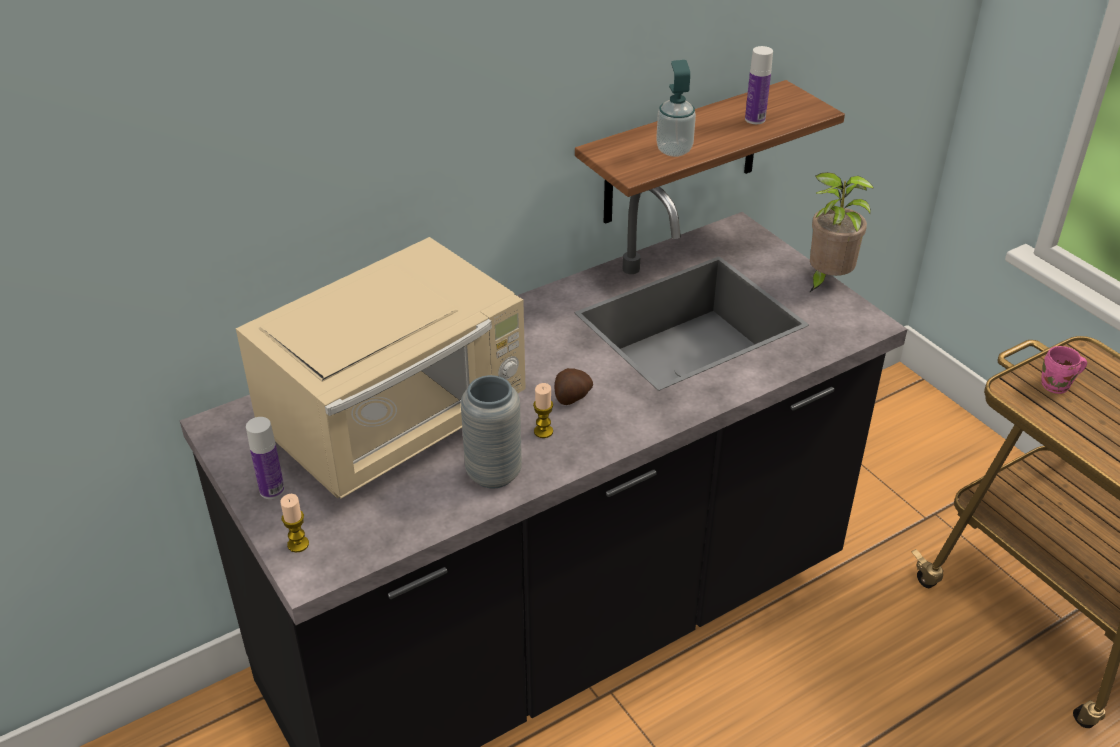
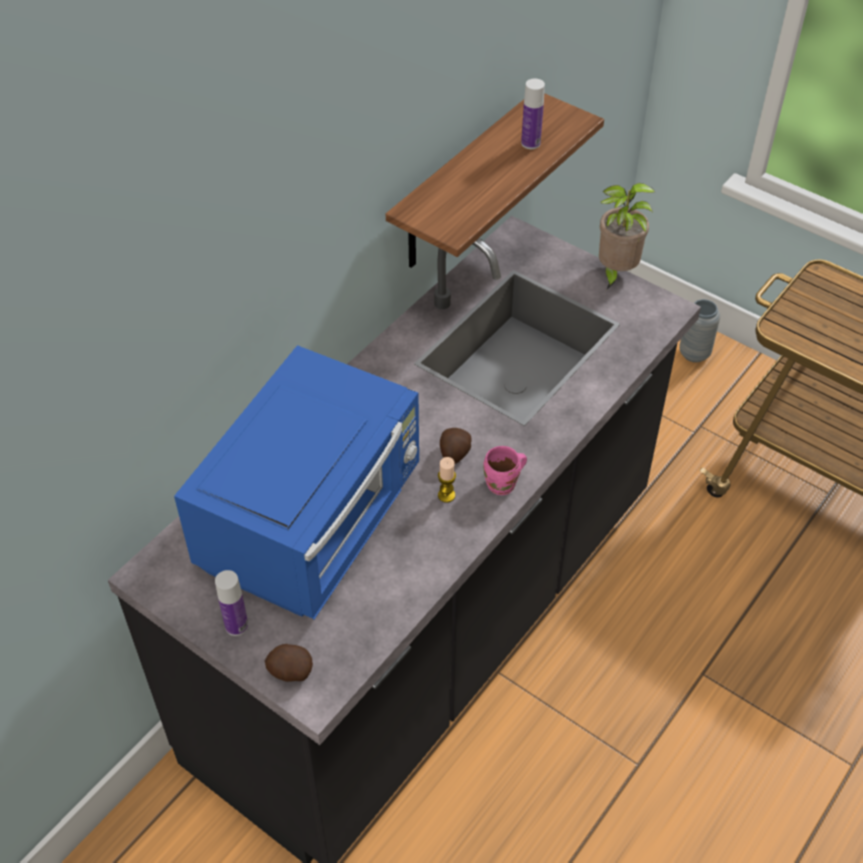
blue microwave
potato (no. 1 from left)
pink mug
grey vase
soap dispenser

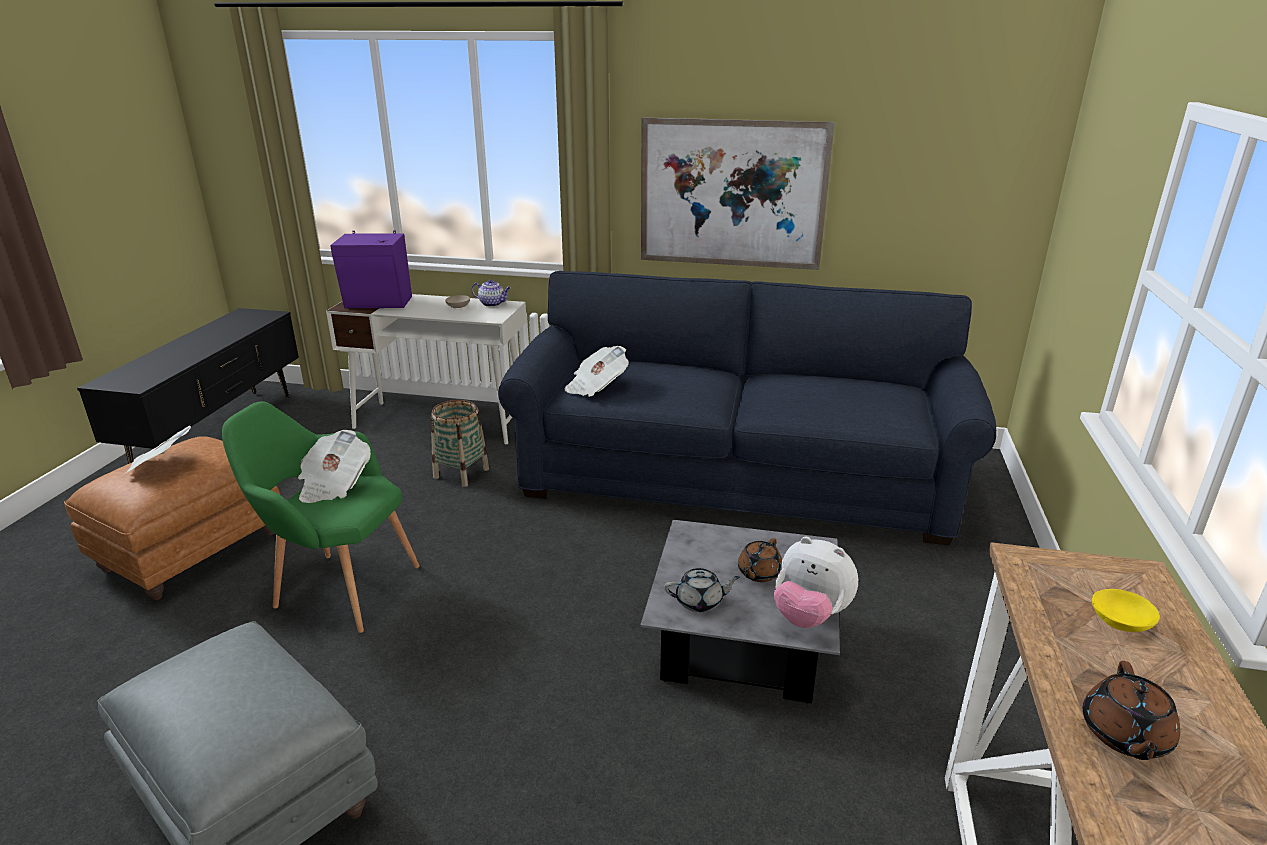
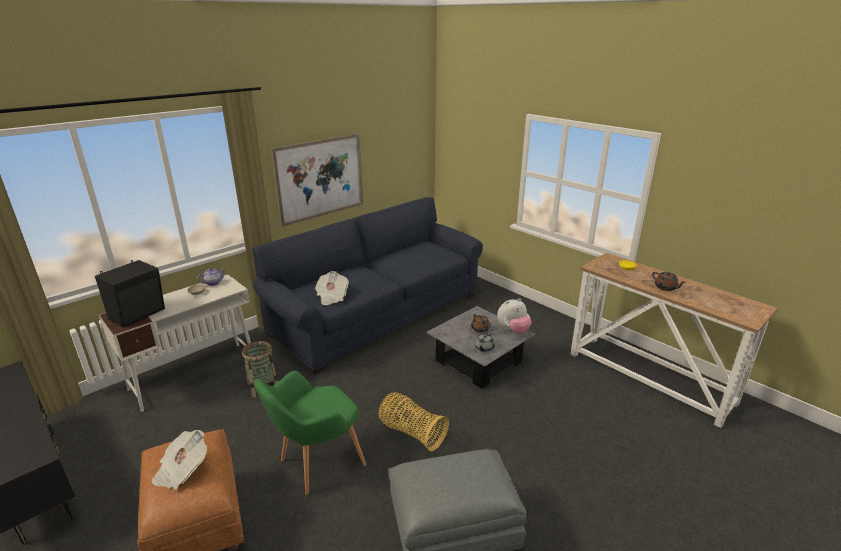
black speaker
basket (no. 2 from left)
newspaper (no. 2 from left in the first image)

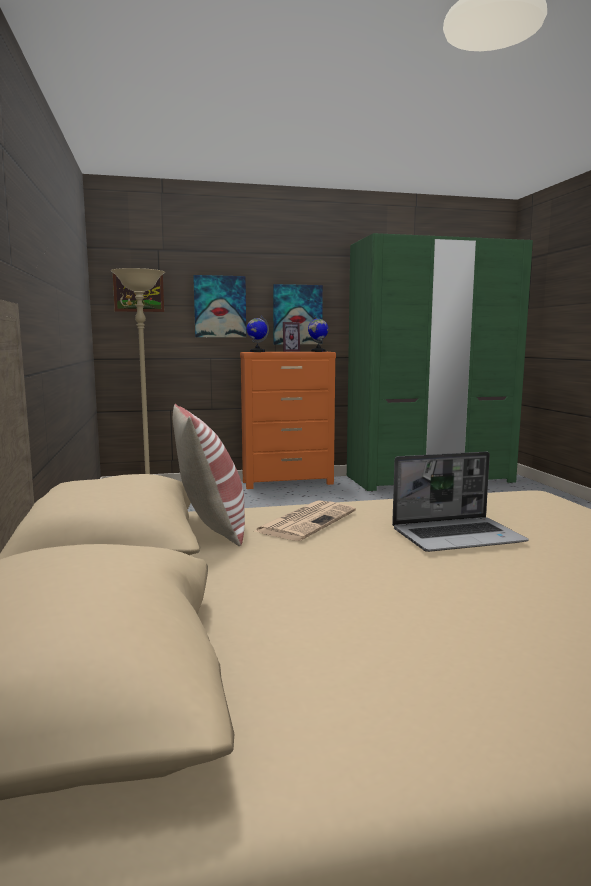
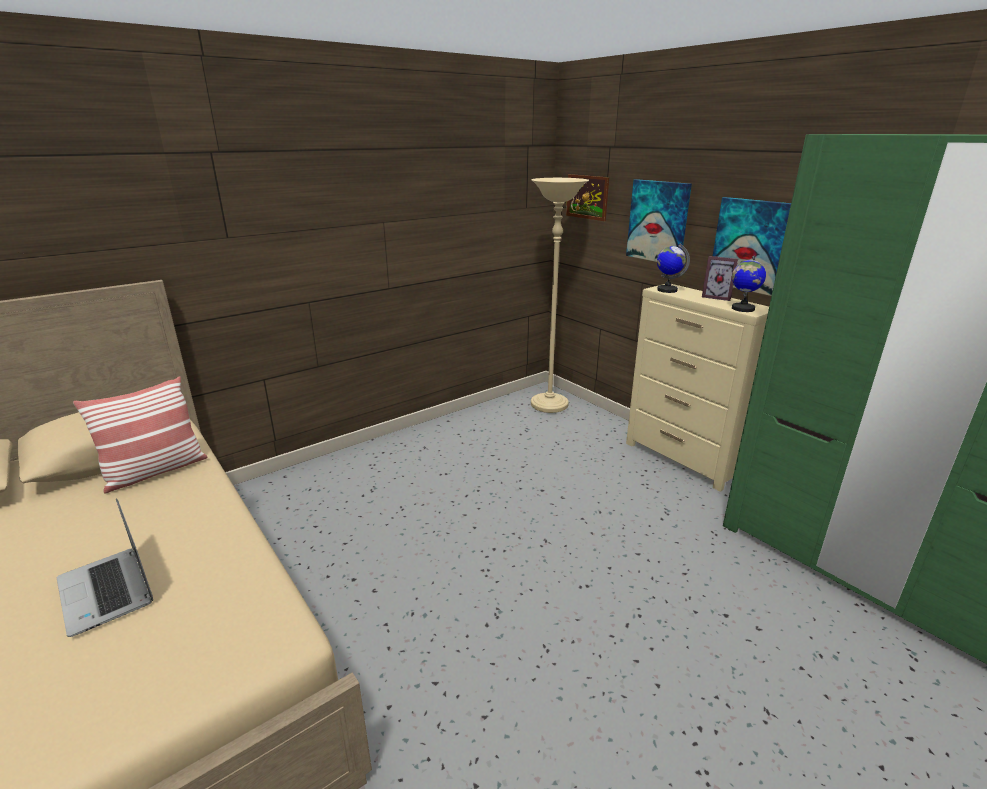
beige dresser
newspaper

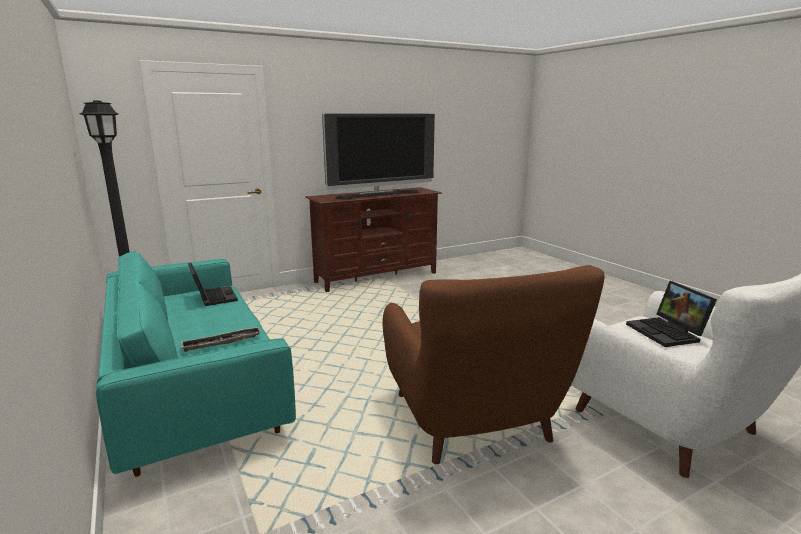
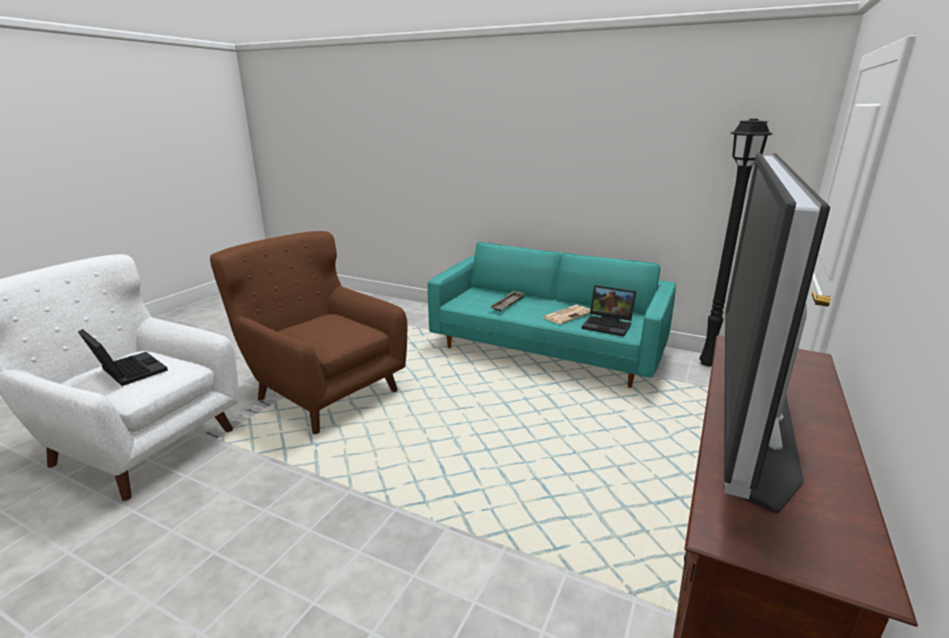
newspaper

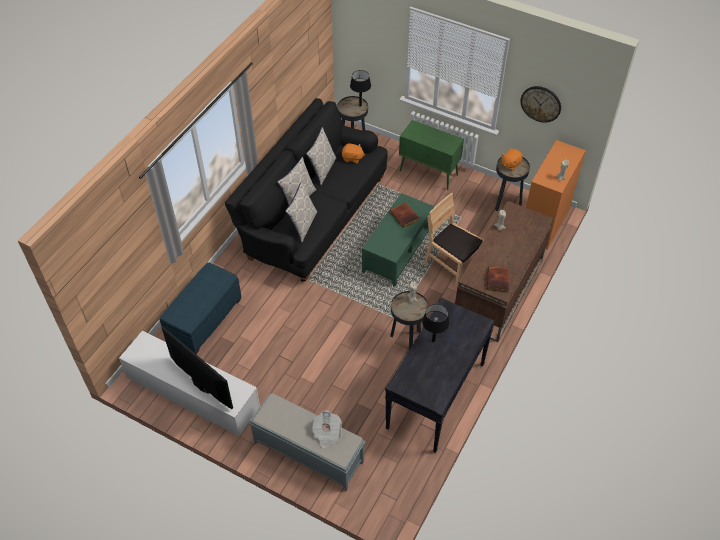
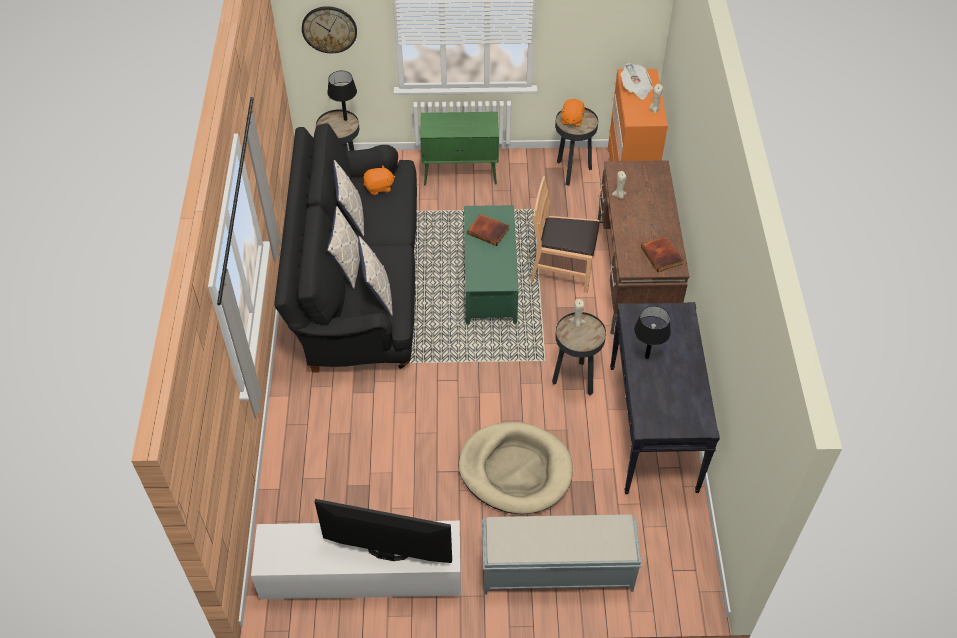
wall clock
beige dog bed
newspaper
blue ottoman

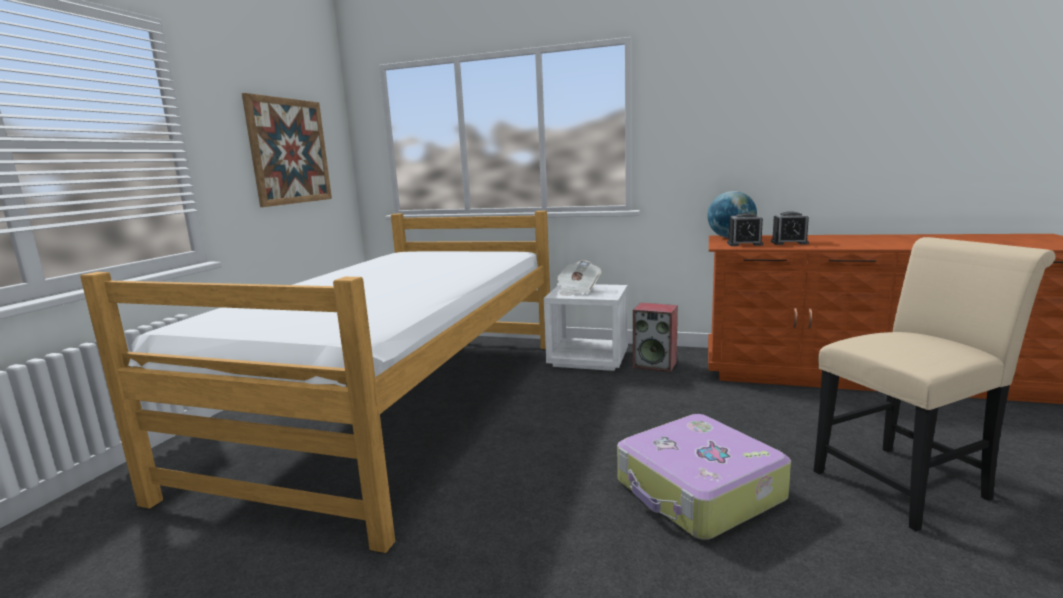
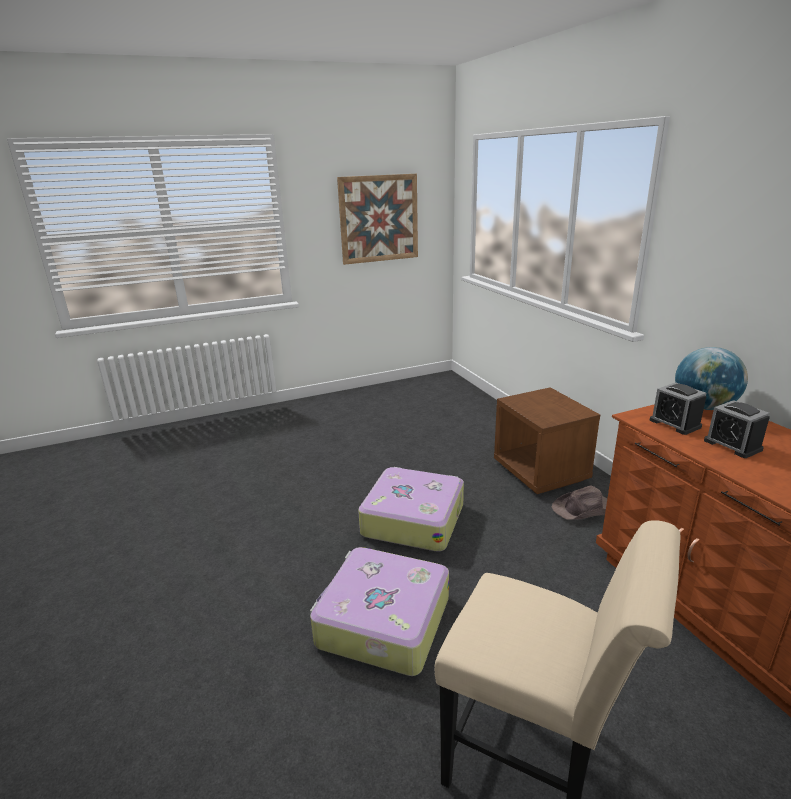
suitcase (no. 2 from left)
brown nightstand
brown hat
bed
newspaper

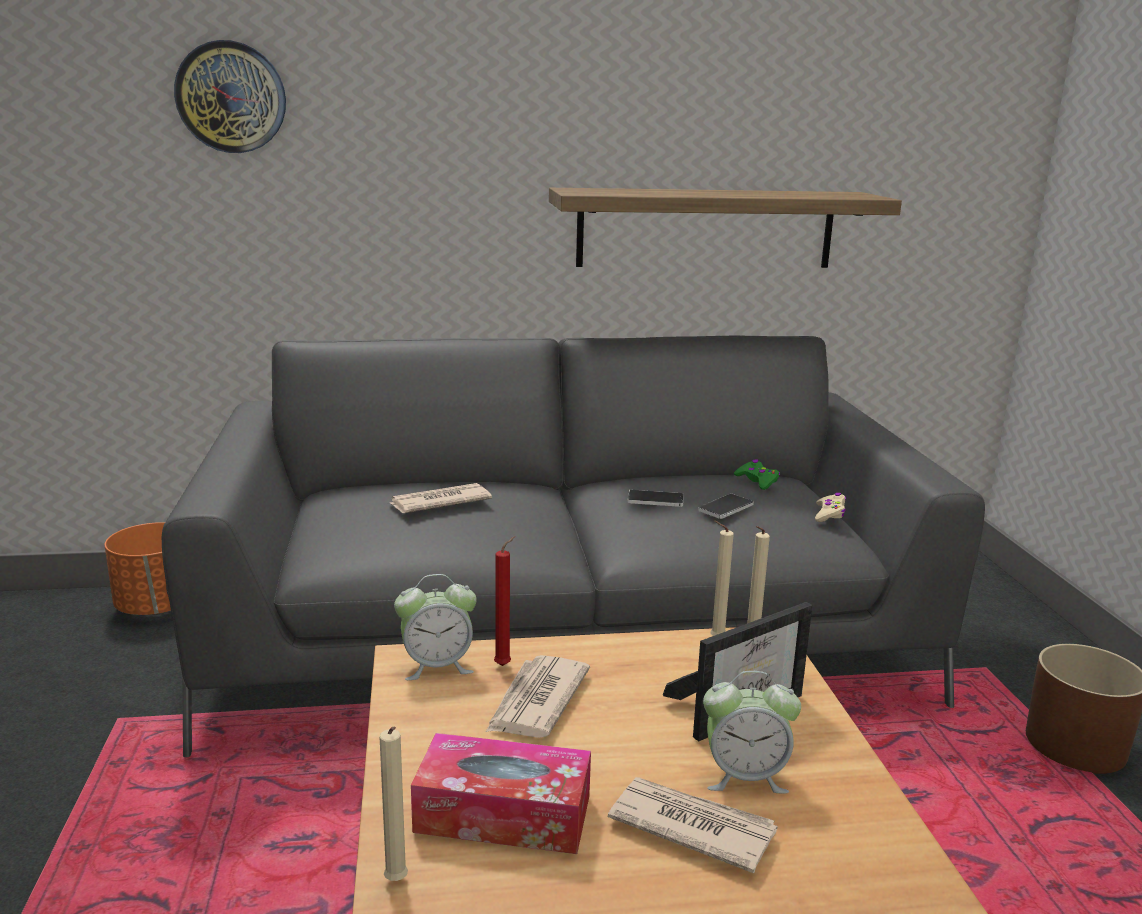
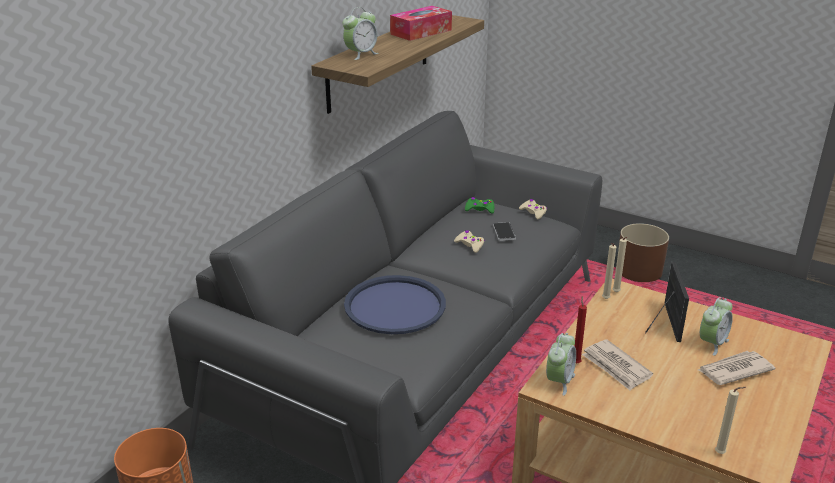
alarm clock (no. 1 from left)
blue tray
tissue box
beige game controller (no. 1 from left)
wall clock

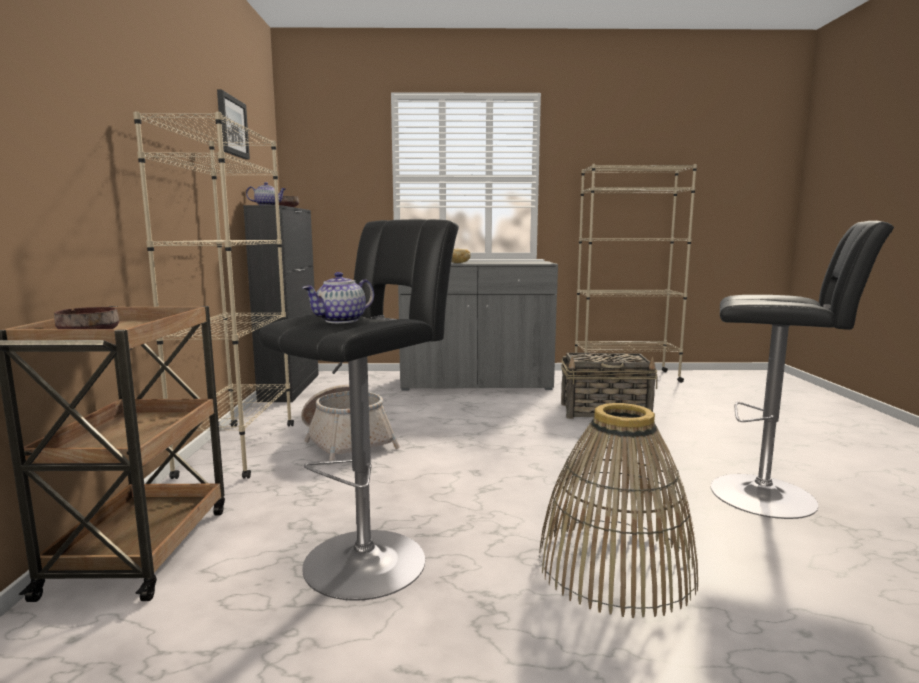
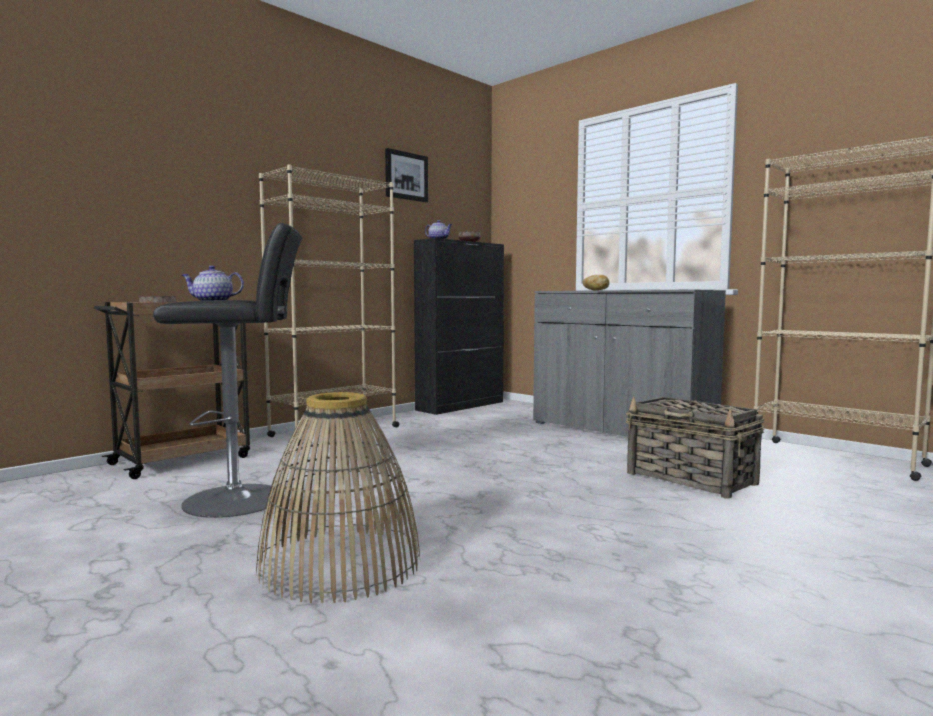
basket (no. 1 from left in the first image)
black stool (no. 2 from left in the first image)

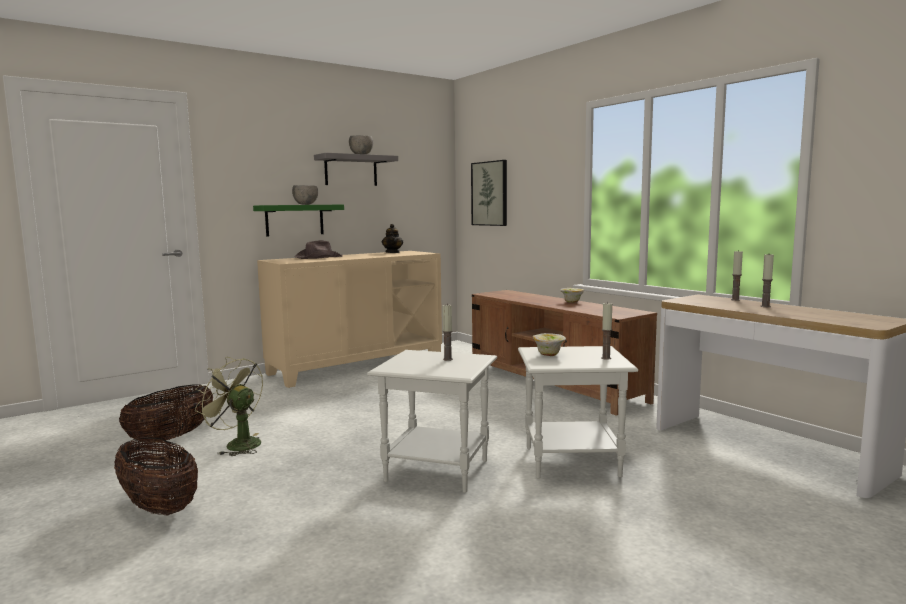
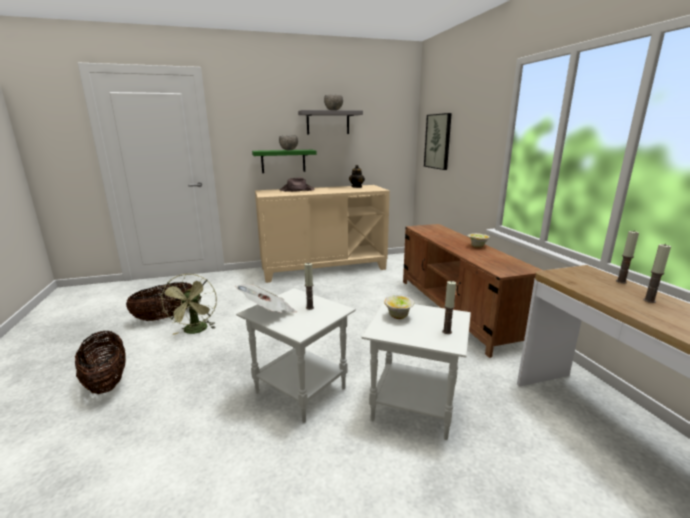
green fan
newspaper

